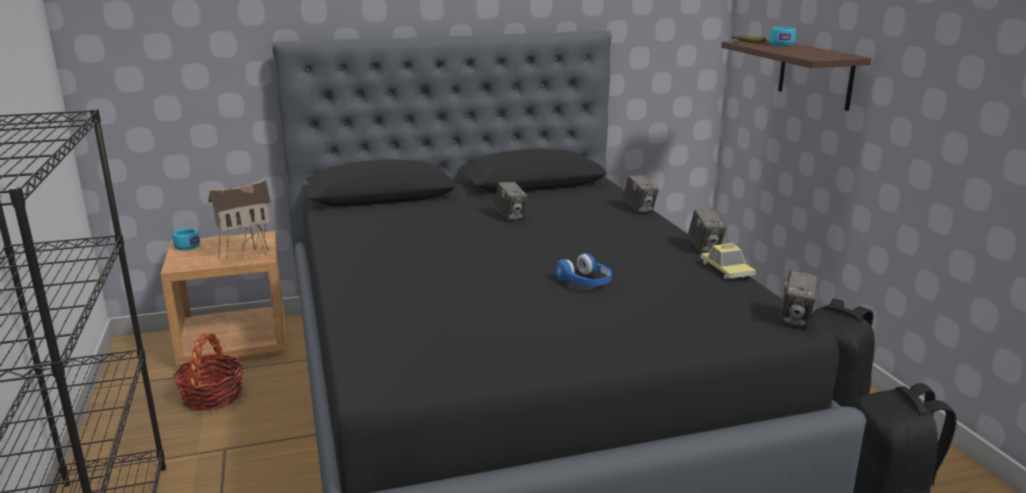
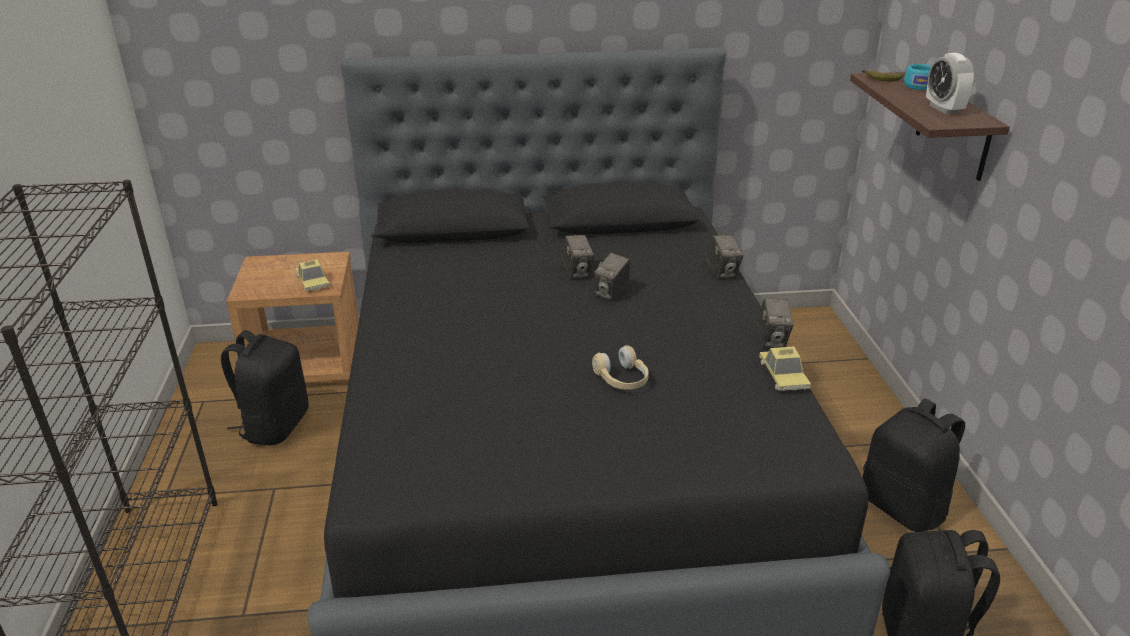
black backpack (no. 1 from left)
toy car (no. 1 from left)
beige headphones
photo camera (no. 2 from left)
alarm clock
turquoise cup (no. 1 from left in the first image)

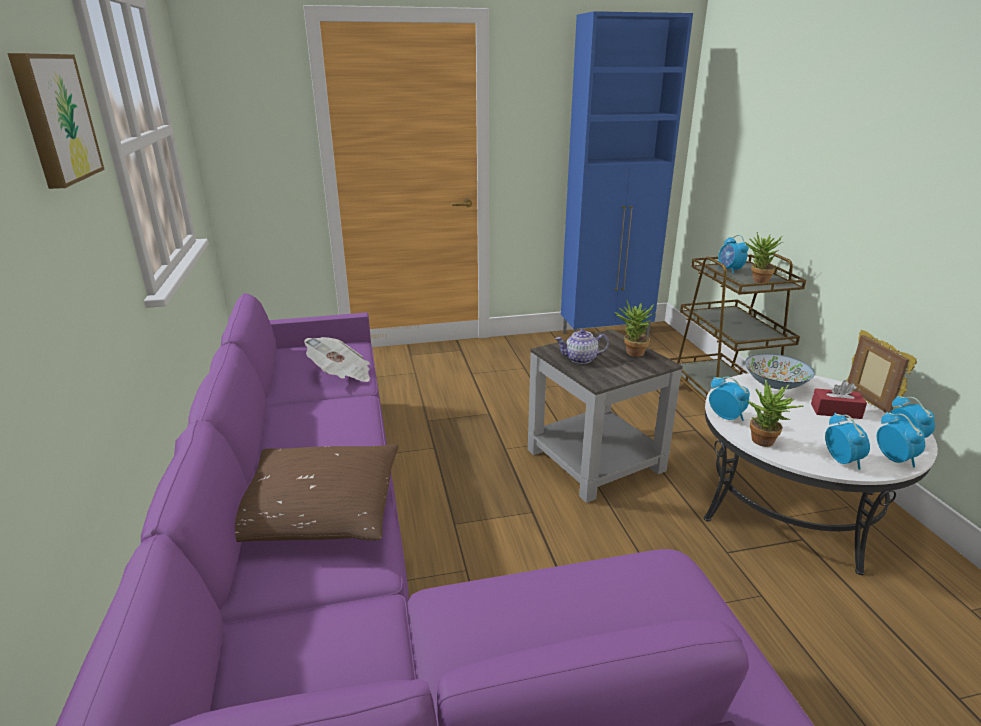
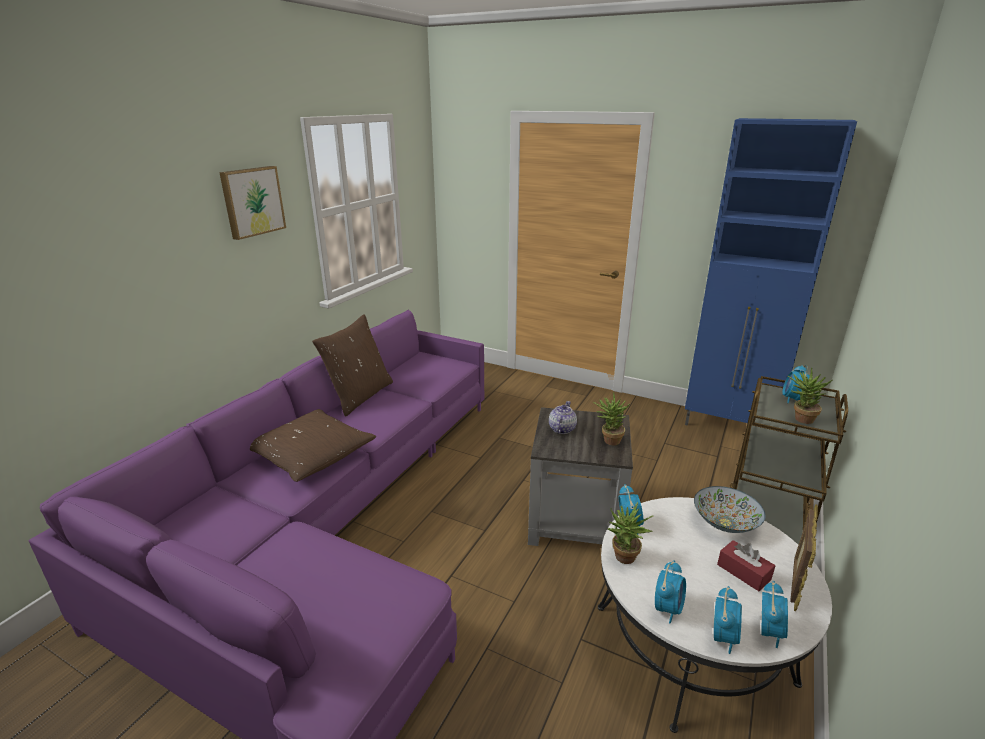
brown pillow (no. 2 from left)
teapot
newspaper

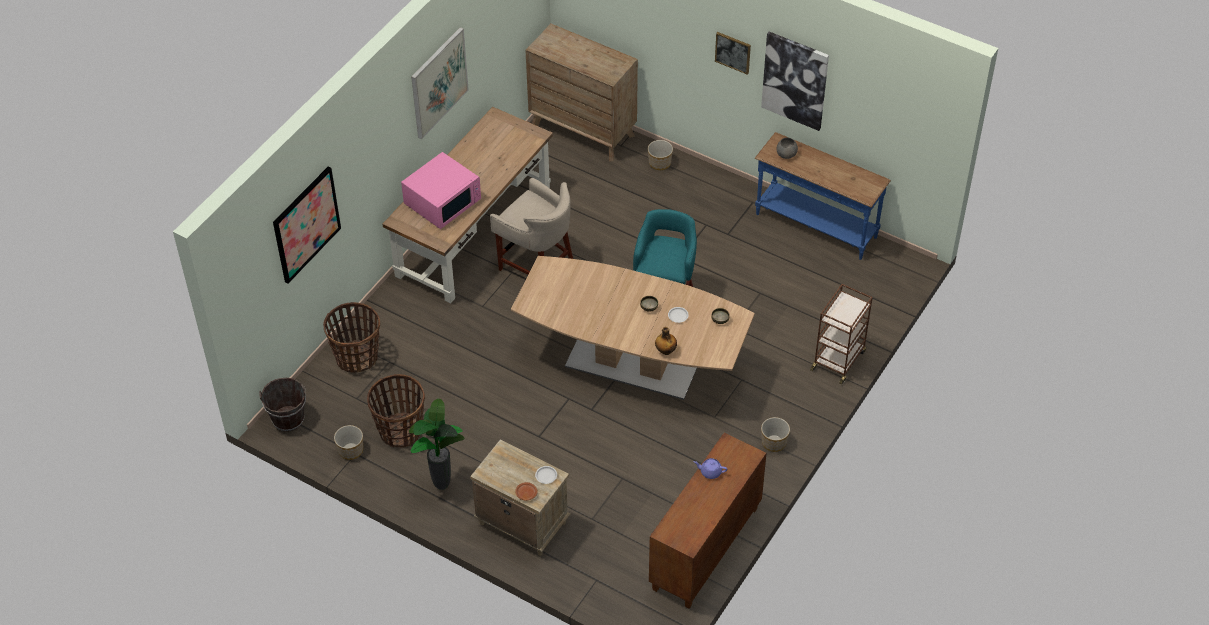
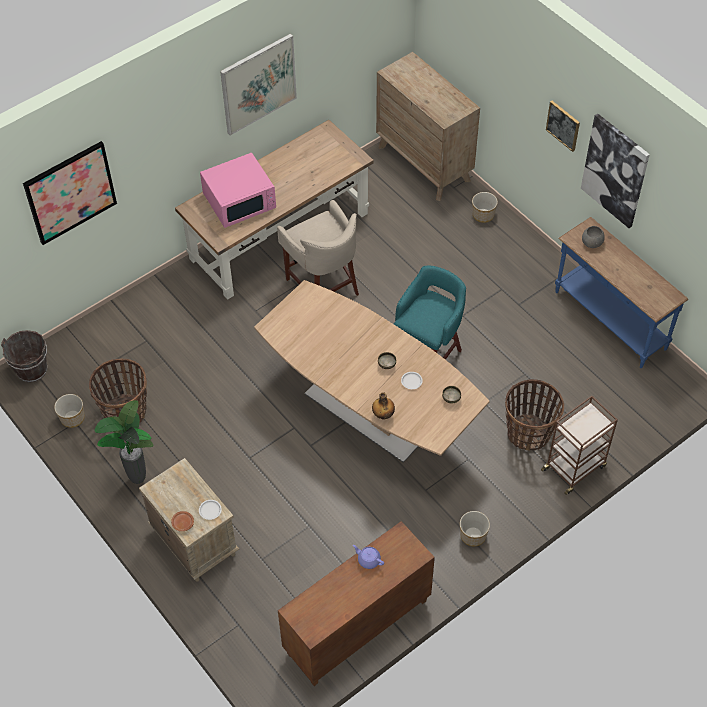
basket (no. 2 from left)

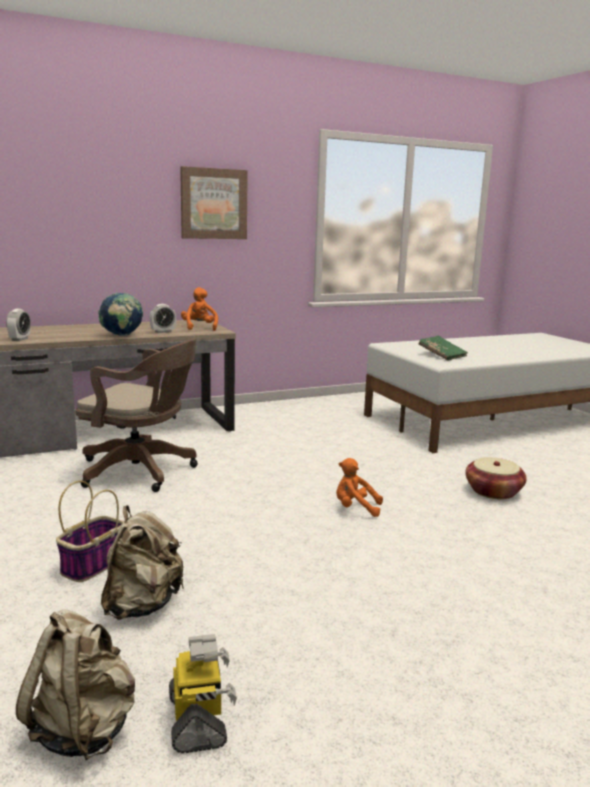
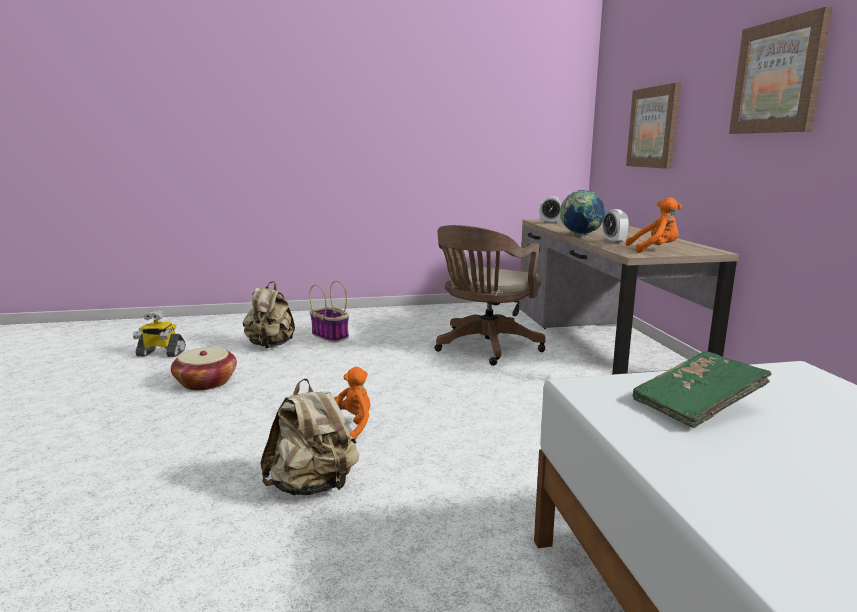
basket (no. 1 from left)
beige backpack (no. 2 from left)
picture (no. 1 from left)

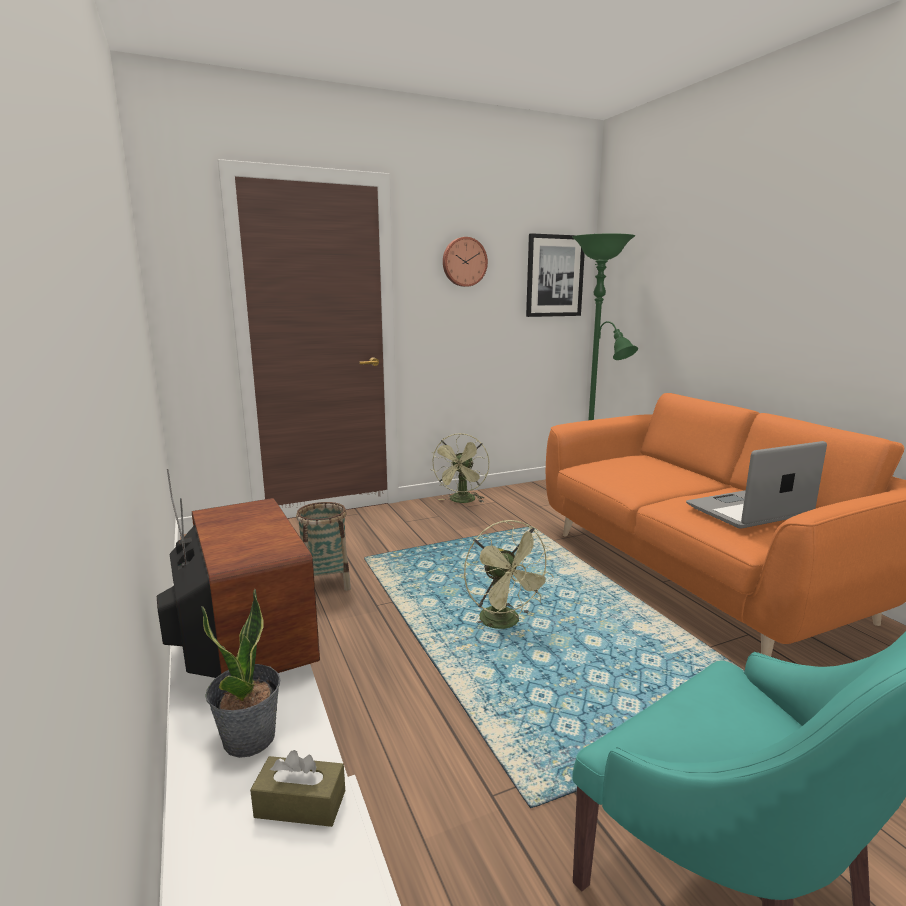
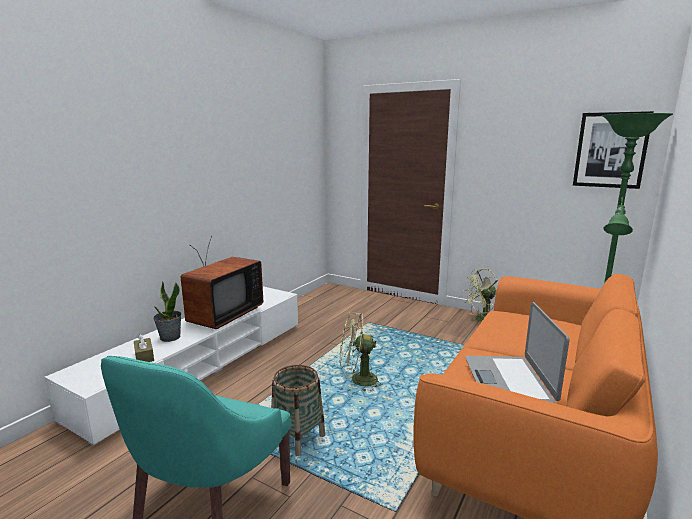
basket
green fan (no. 1 from left)
laptop
wall clock

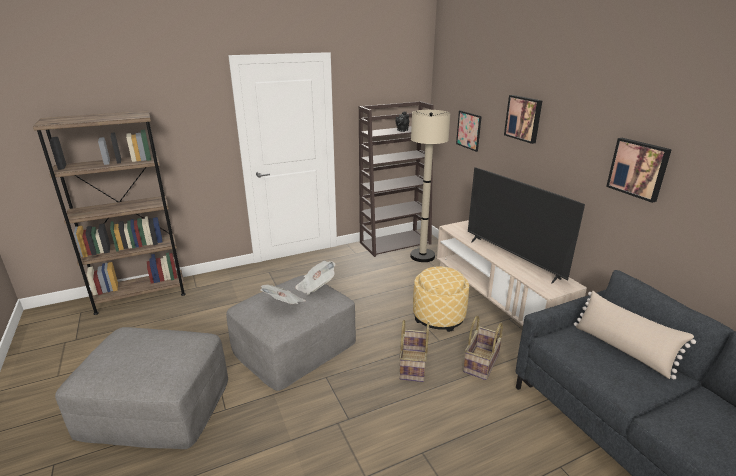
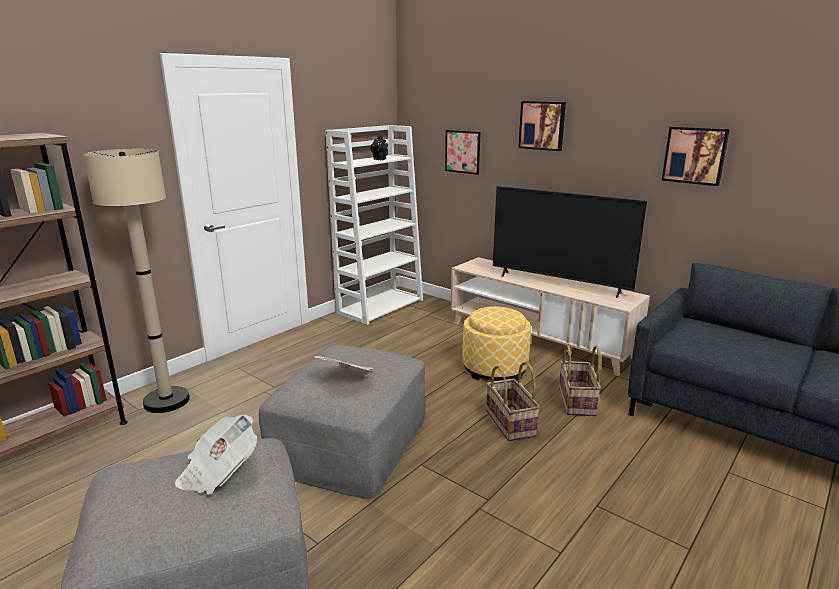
beige floor lamp
newspaper (no. 1 from left)
white bookcase
beige pillow

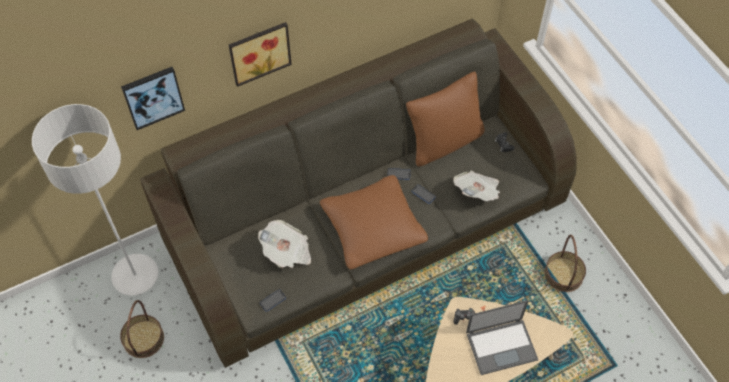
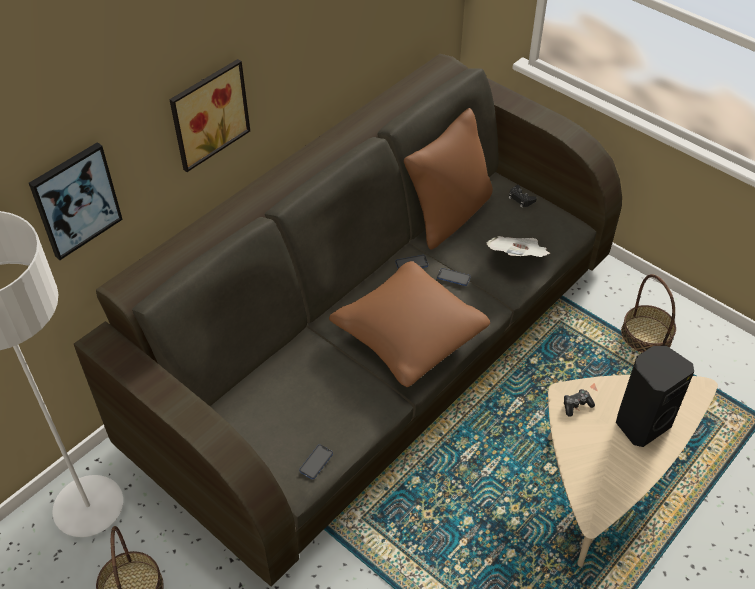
black speaker
newspaper (no. 1 from left in the first image)

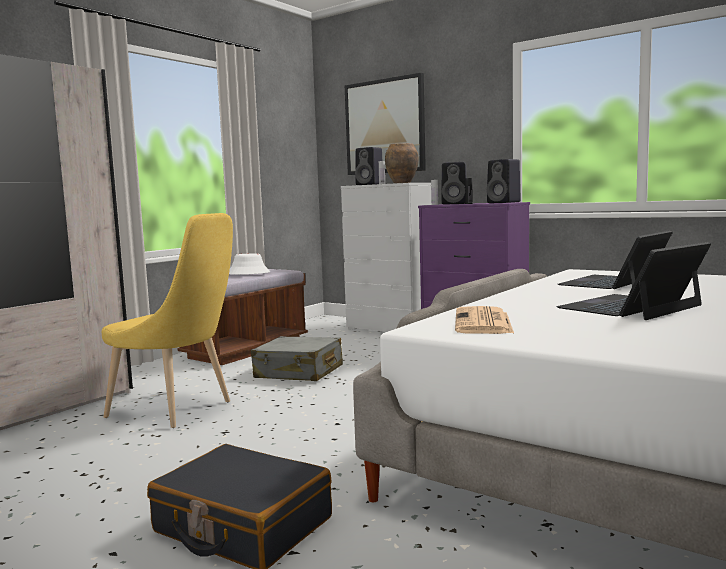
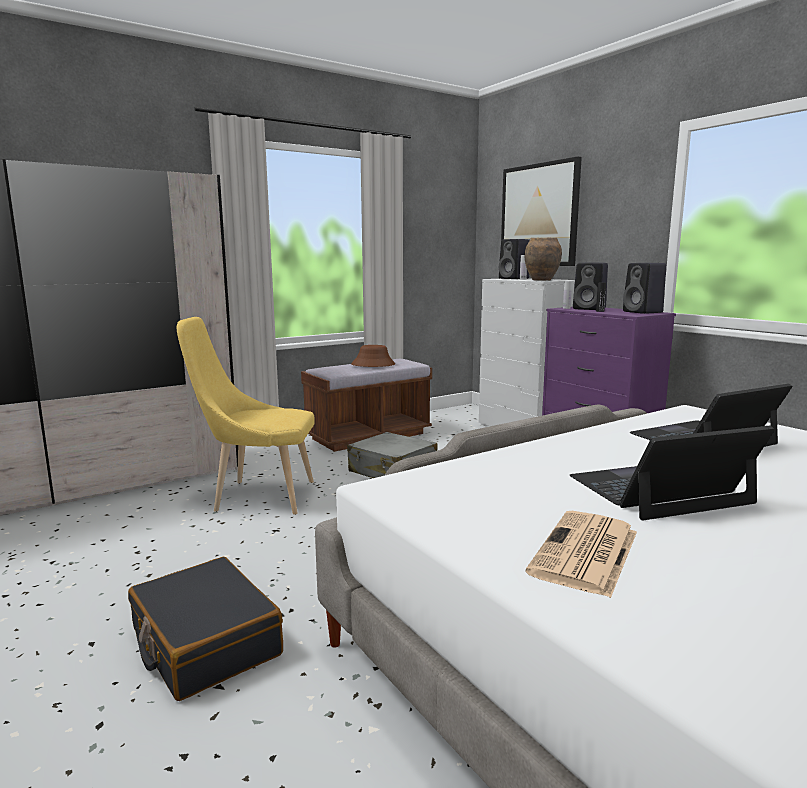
yellow chair
brown hat
newspaper

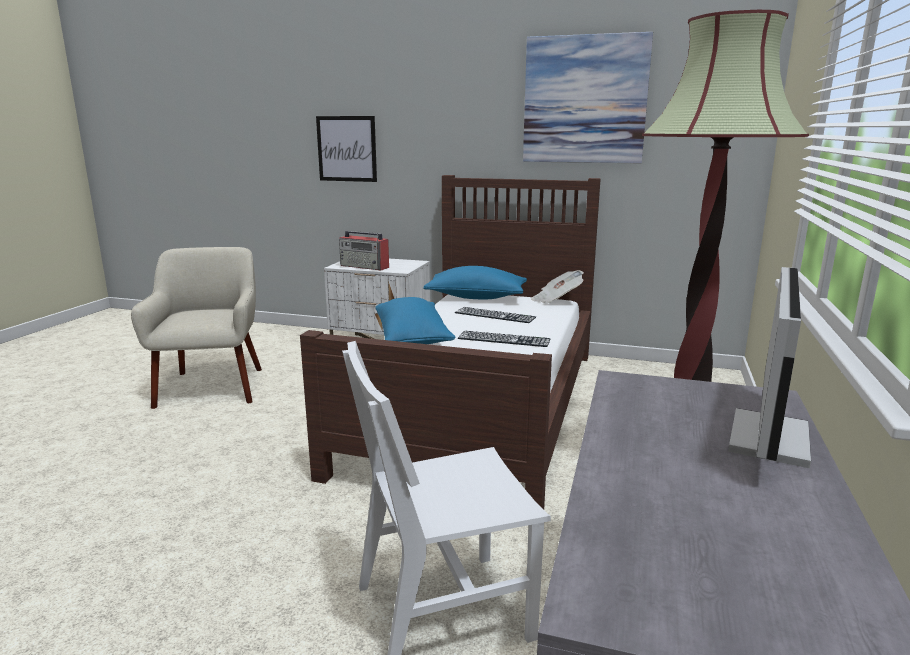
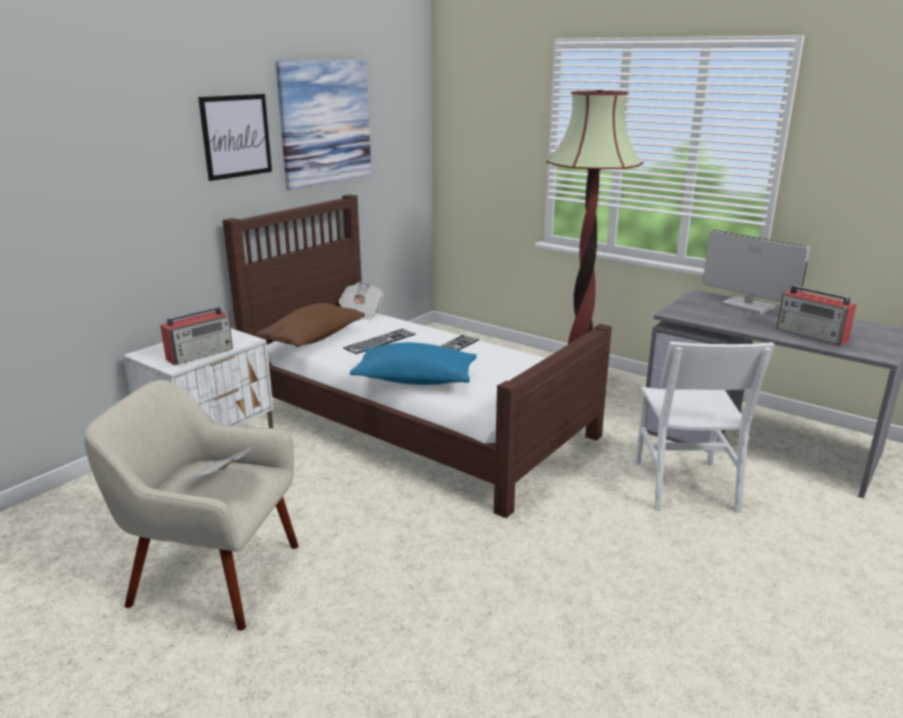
newspaper (no. 1 from left)
picture (no. 1 from left)
brown pillow
radio (no. 2 from left)

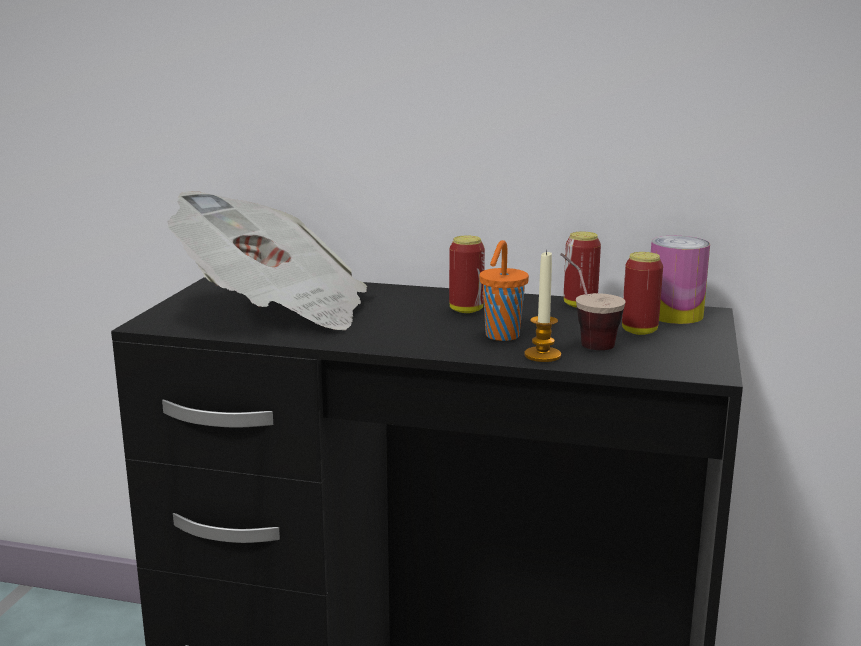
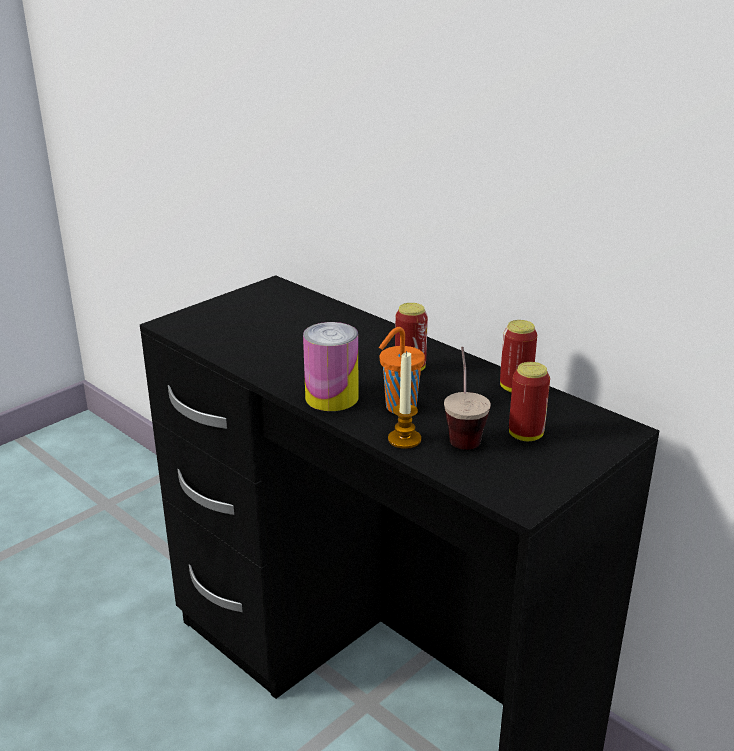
can (no. 1 from left)
newspaper

